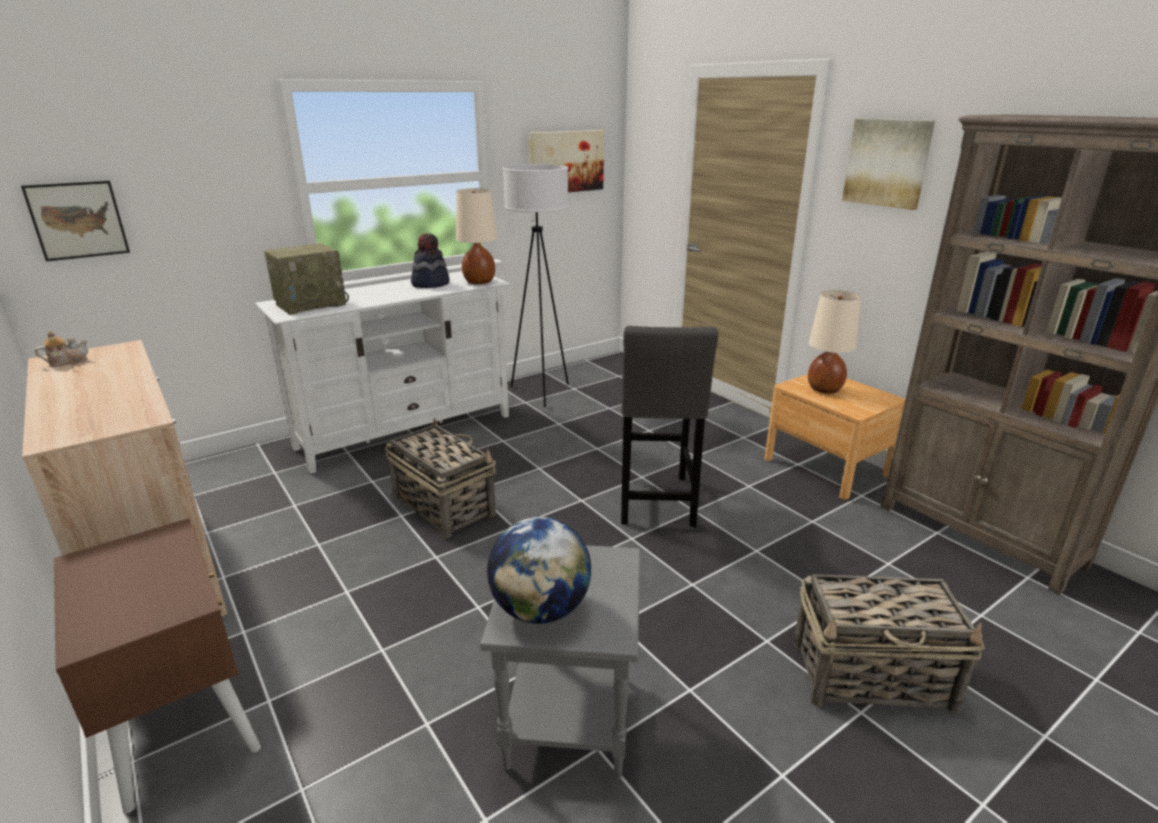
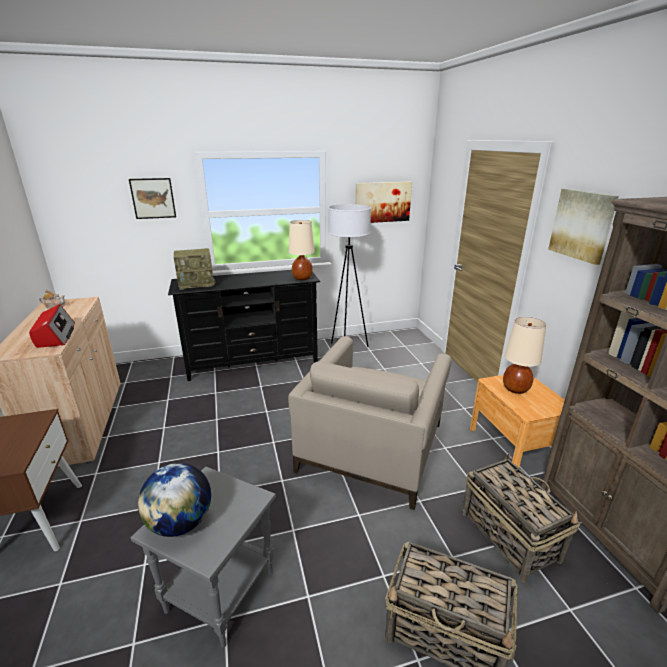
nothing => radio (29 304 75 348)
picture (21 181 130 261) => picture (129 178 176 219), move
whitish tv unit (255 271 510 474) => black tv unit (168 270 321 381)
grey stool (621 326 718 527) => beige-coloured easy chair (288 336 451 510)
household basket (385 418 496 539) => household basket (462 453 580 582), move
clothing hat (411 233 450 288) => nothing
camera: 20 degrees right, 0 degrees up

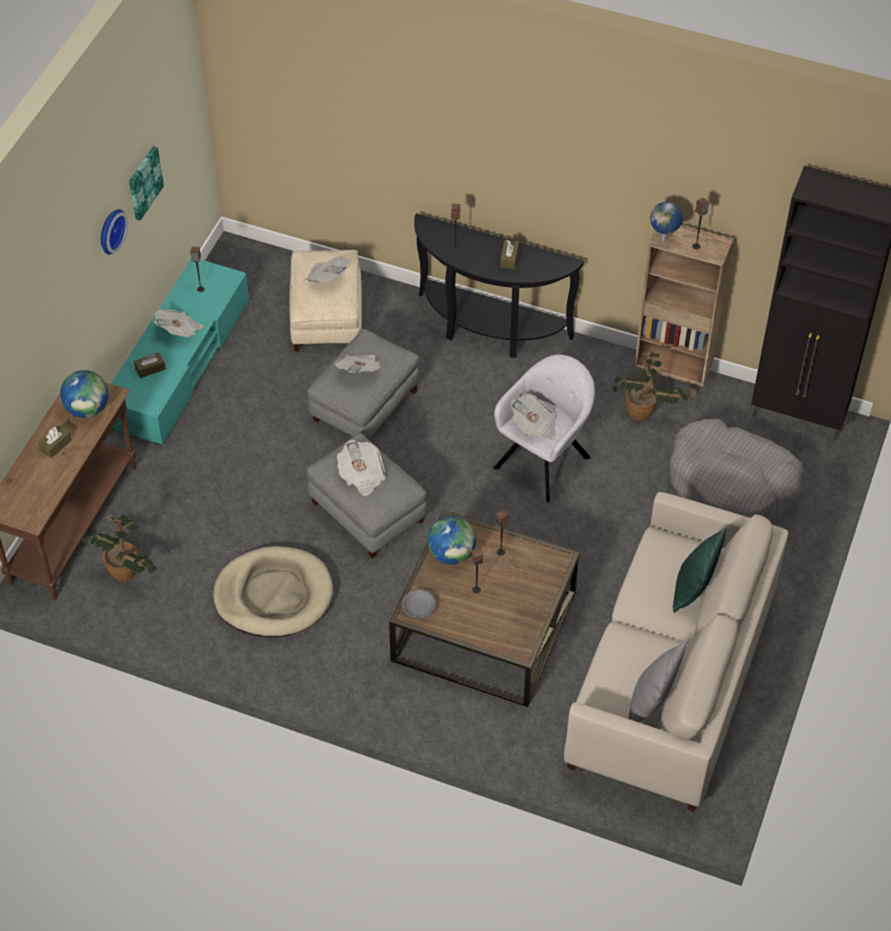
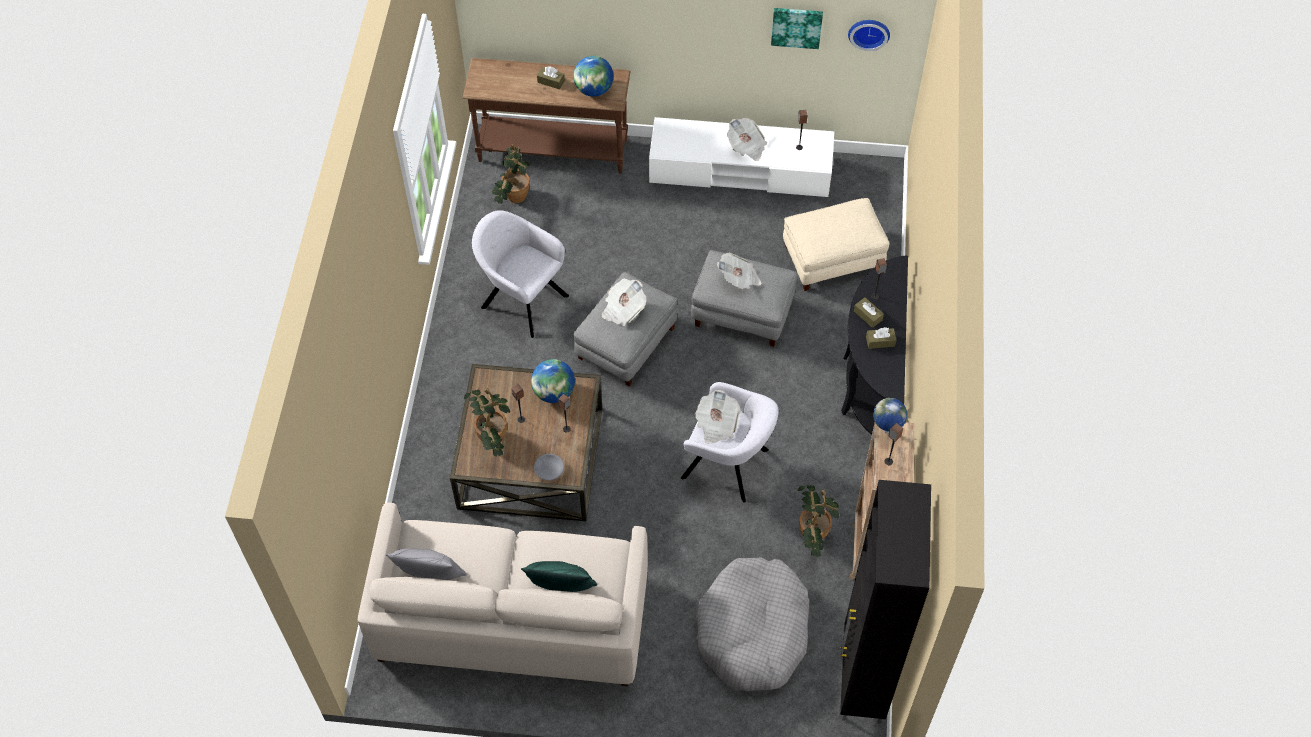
nothing => houseplant (464 388 510 456)
beige-coloured dog cushion (213 546 333 637) => grey easy chair (472 210 569 338)
grey serving bowl (402 590 436 618) => grey serving bowl (534 454 564 481), move
turquoise-coloured tv unit (111 259 249 445) => whitish tv unit (649 117 834 197)
wall clock (101 209 128 255) => wall clock (848 20 890 51), move
brown box of tissues (134 352 166 378) => brown box of tissues (854 297 884 328), move
printed paper (305 257 350 283) => nothing
camera: 75 degrees right, 5 degrees up

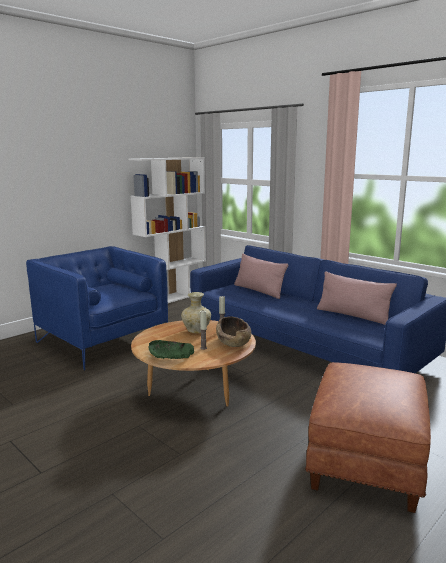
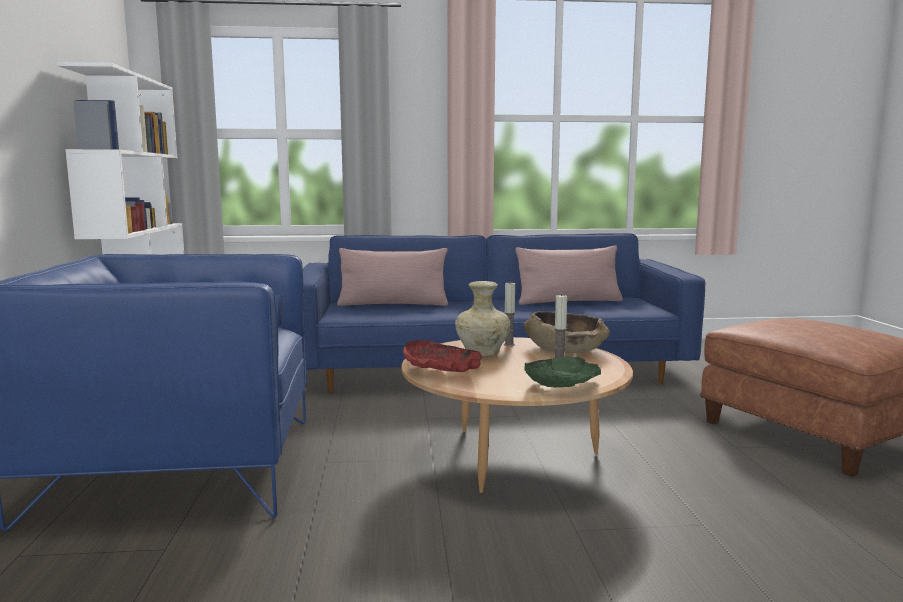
nothing => red-coloured serving bowl (403 340 482 372)
camera: 50 degrees left, 5 degrees down

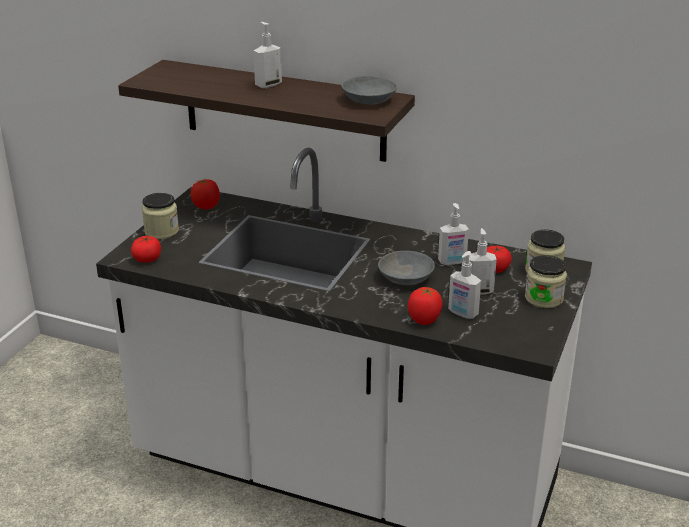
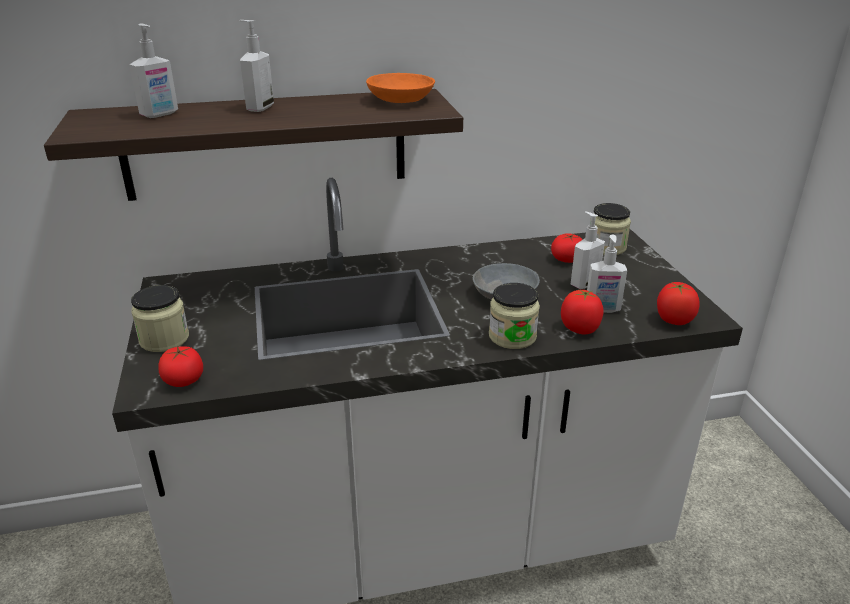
liquid soap bottle (438 203 469 265) => liquid soap bottle (129 24 178 118), move
grey serving bowl (341 76 397 104) => orange-coloured serving bowl (366 73 435 103)
jar (525 255 567 308) => jar (489 283 540 349), move
tomato (191 179 220 209) => tomato (657 282 700 325), move
camera: 35 degrees left, 0 degrees up

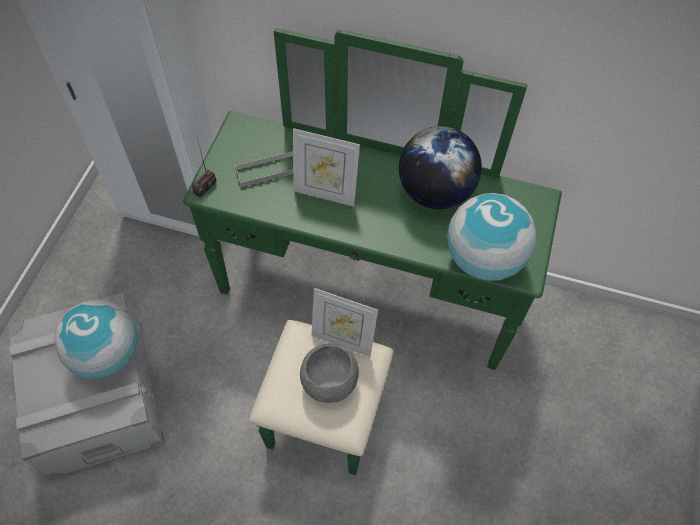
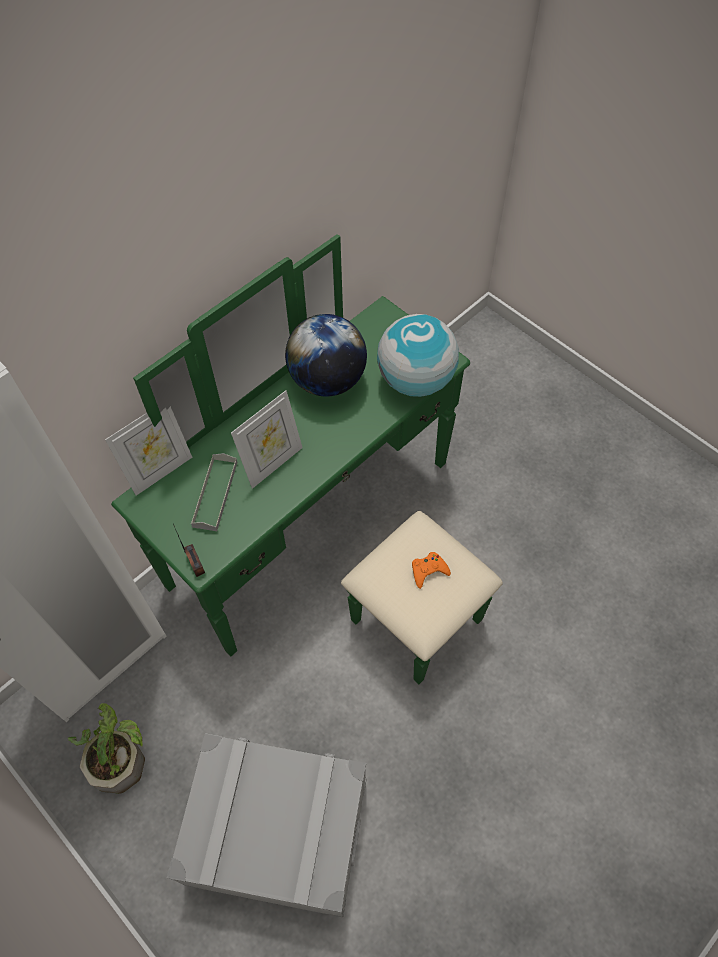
nothing => houseplant (68 703 145 794)
picture frame (311 288 378 357) => picture frame (105 406 193 496), move
grey serving bowl (300 344 359 403) => orange-coloured game controller (412 552 451 589)
globe (55 300 138 379) => nothing
camera: 60 degrees left, 0 degrees up

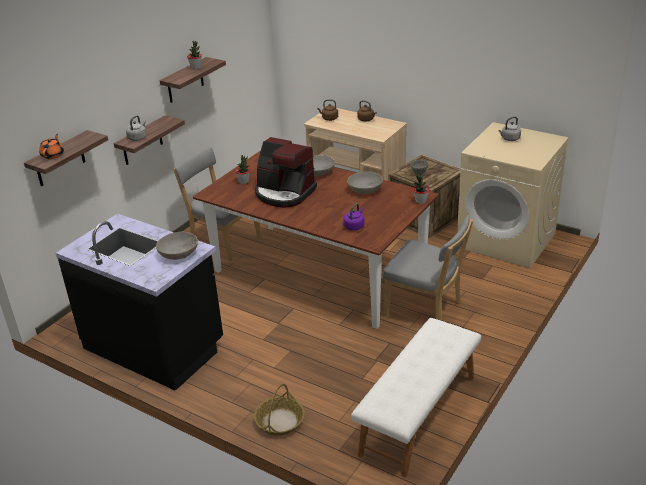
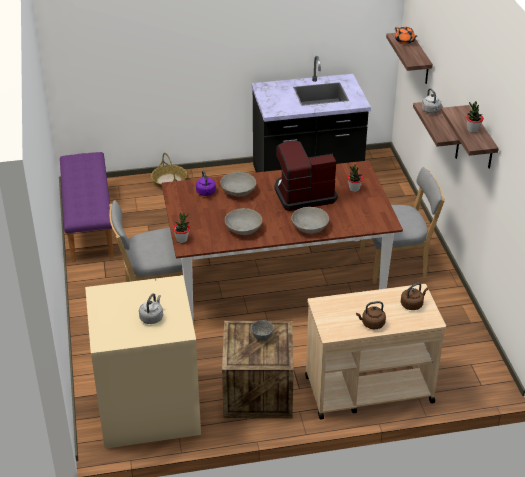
whitish long seat (351 318 481 477) => purple long seat (60 152 114 262)
grey serving bowl (156 232 198 260) => grey serving bowl (220 172 256 197), move
camera: 135 degrees right, 5 degrees up

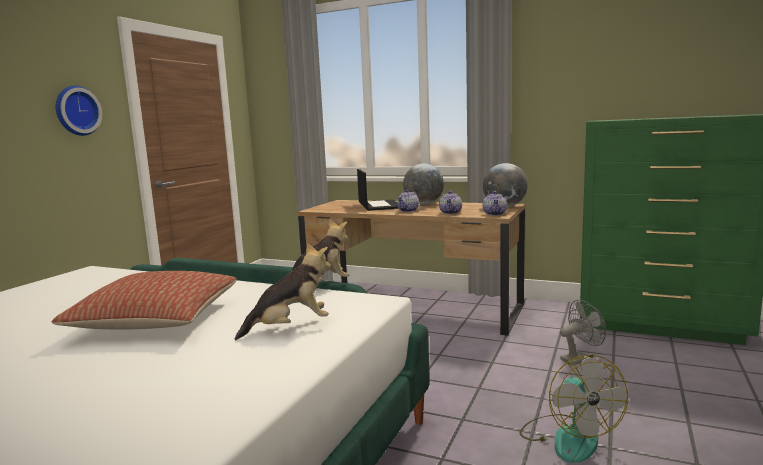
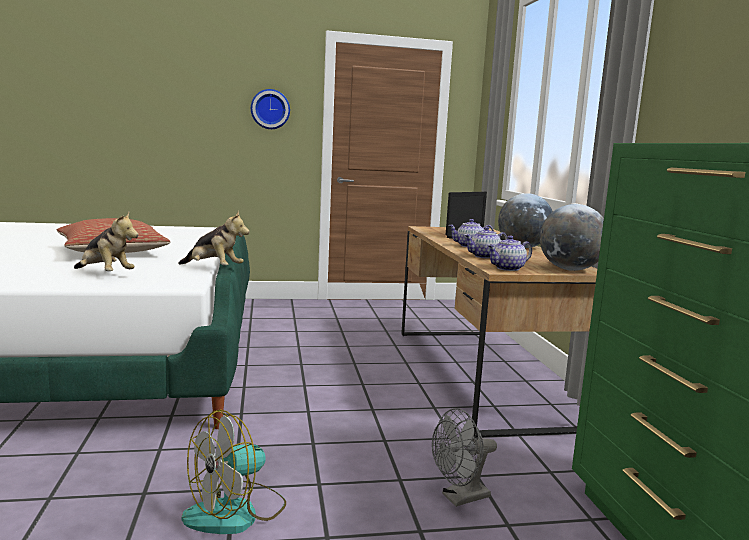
grey cooling fan (560 300 606 366) => grey cooling fan (432 408 497 507), 120 degrees clockwise
camera: 55 degrees right, 0 degrees up

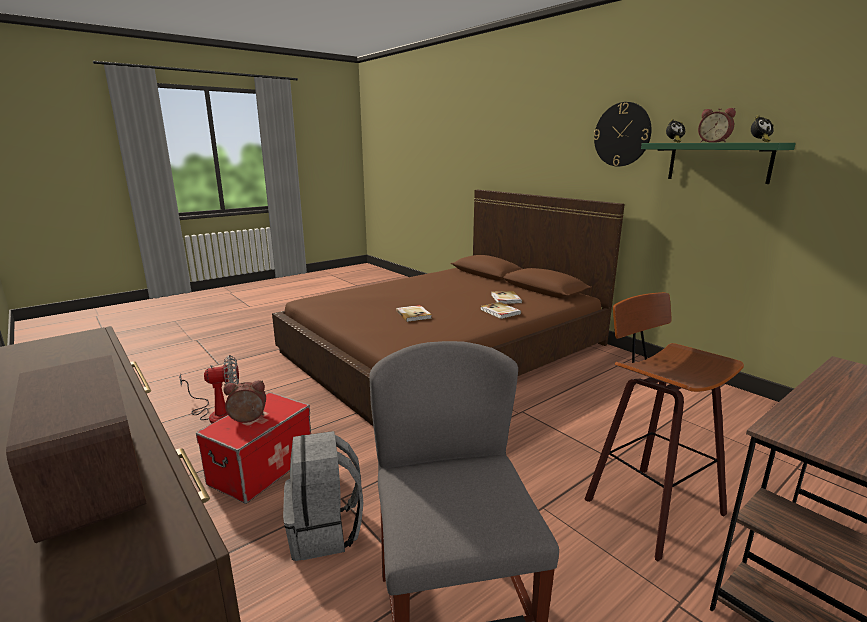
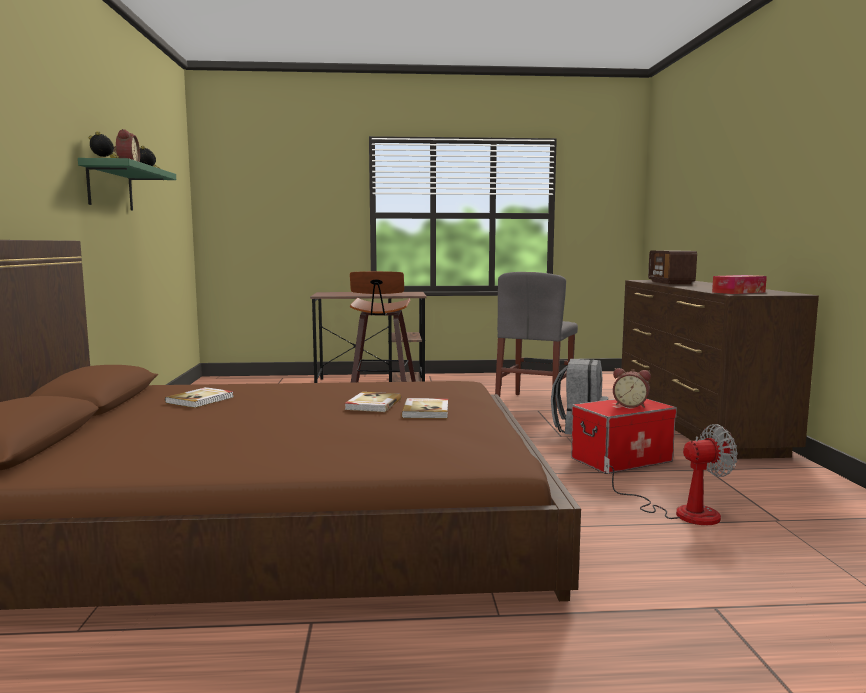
bound book (480 302 521 319) => bound book (401 398 448 419), move
cooling fan (179 355 239 423) => cooling fan (604 424 738 525), 150 degrees clockwise
nothing => box of tissues (712 275 767 294)
wall clock (594 102 651 166) => nothing
camera: 145 degrees left, 10 degrees down

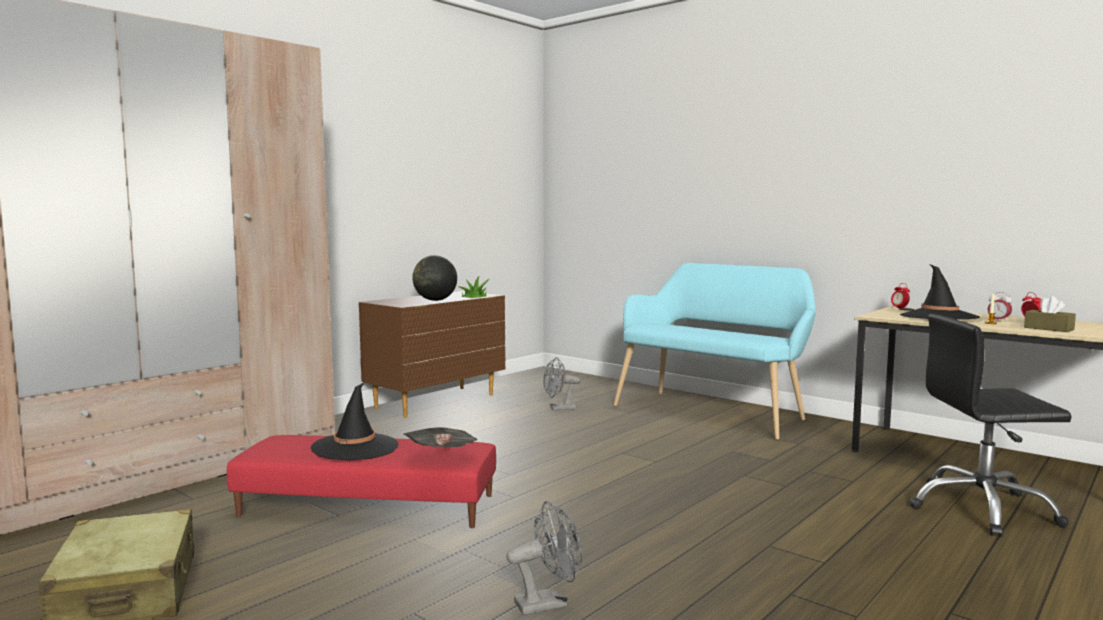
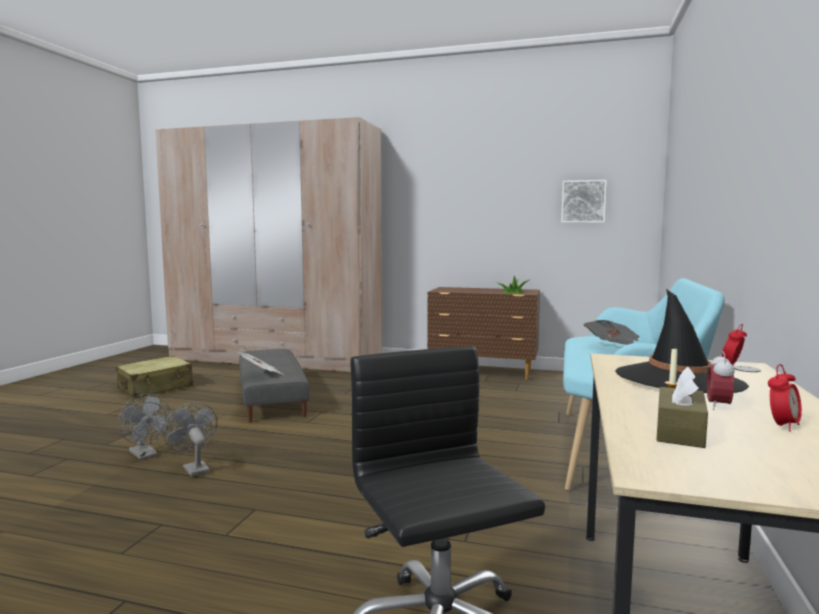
grey cooling fan (543 357 581 410) => grey cooling fan (163 402 217 477), move
red-coloured pouffe (227 435 496 528) => grey pouffe (239 349 309 422)
nothing => picture (561 180 607 223)
nothing => printed paper (583 320 639 345)
black clothing hat (311 382 399 460) => nothing
globe (412 255 457 301) => nothing
camera: 65 degrees right, 0 degrees up

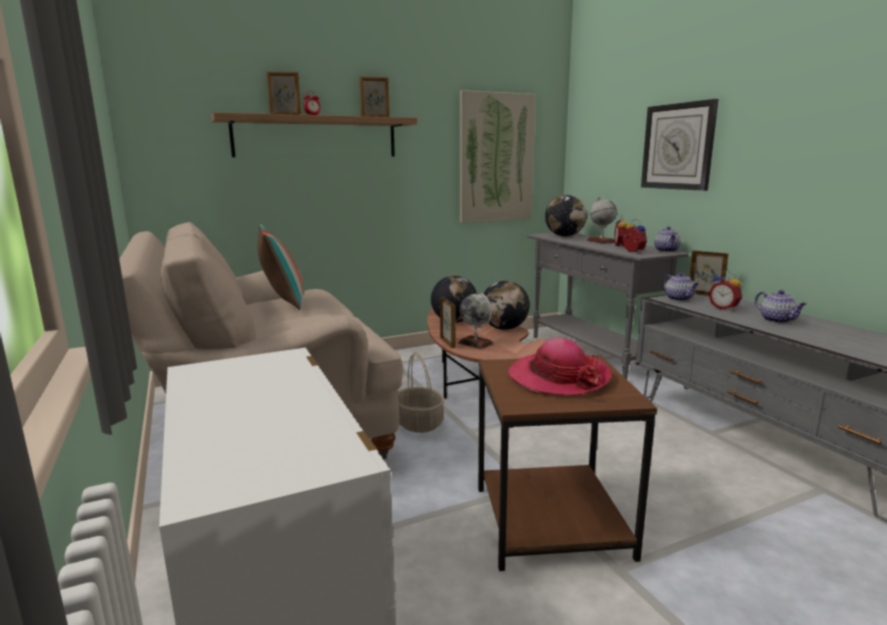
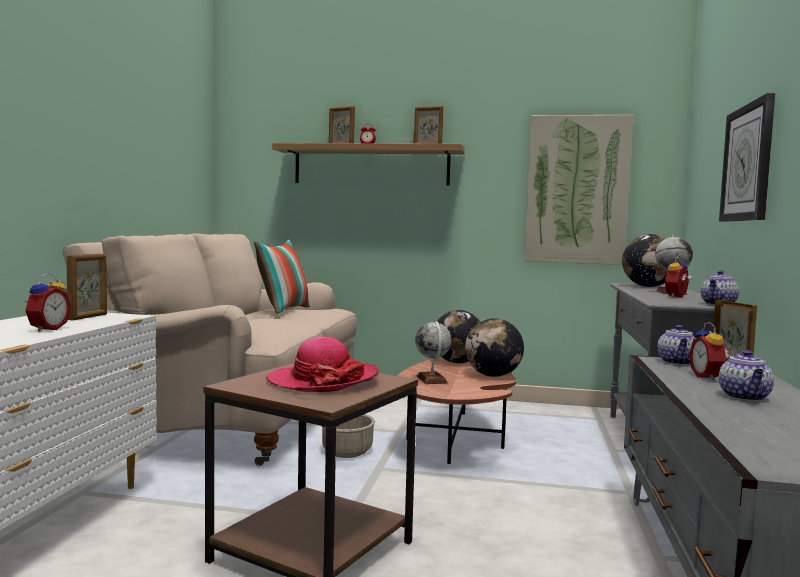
alarm clock (622 219 647 253) => alarm clock (25 273 71 332), move
picture frame (440 297 456 348) => picture frame (66 254 107 320), move
camera: 35 degrees right, 10 degrees down

